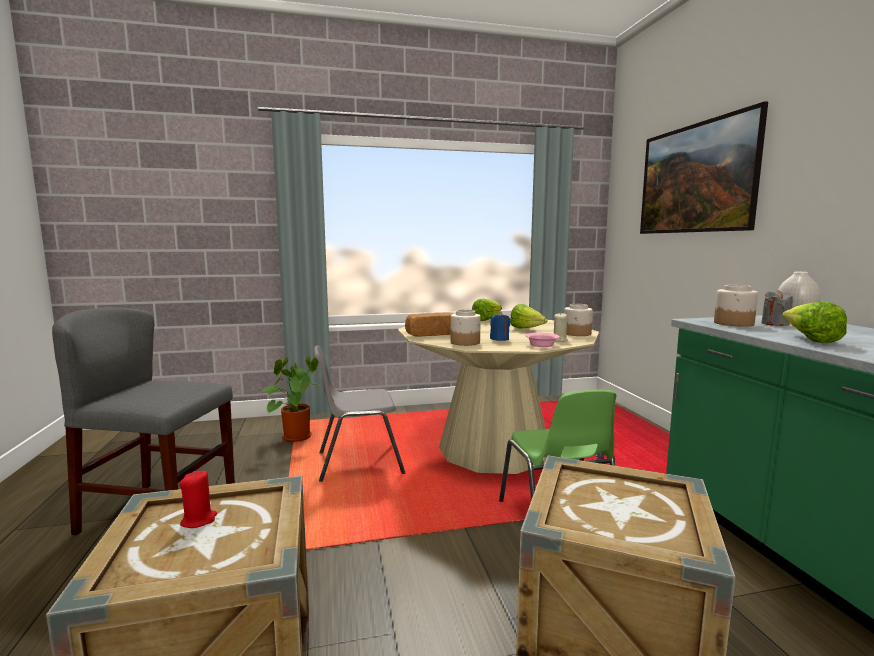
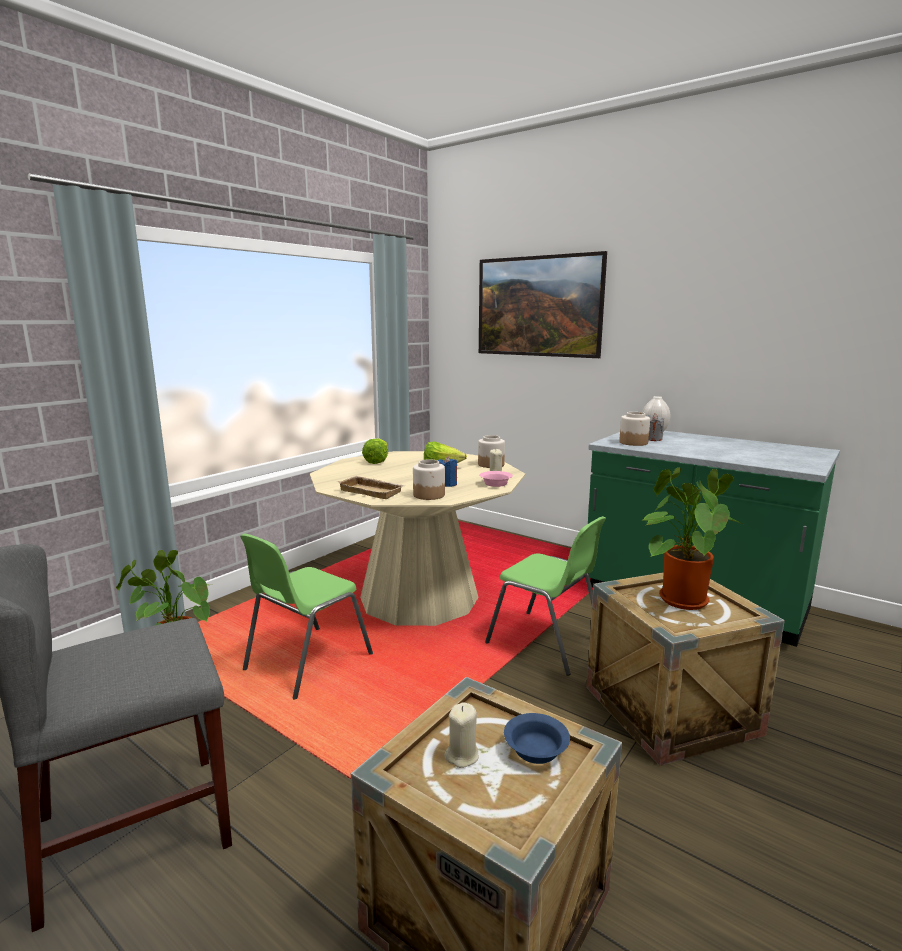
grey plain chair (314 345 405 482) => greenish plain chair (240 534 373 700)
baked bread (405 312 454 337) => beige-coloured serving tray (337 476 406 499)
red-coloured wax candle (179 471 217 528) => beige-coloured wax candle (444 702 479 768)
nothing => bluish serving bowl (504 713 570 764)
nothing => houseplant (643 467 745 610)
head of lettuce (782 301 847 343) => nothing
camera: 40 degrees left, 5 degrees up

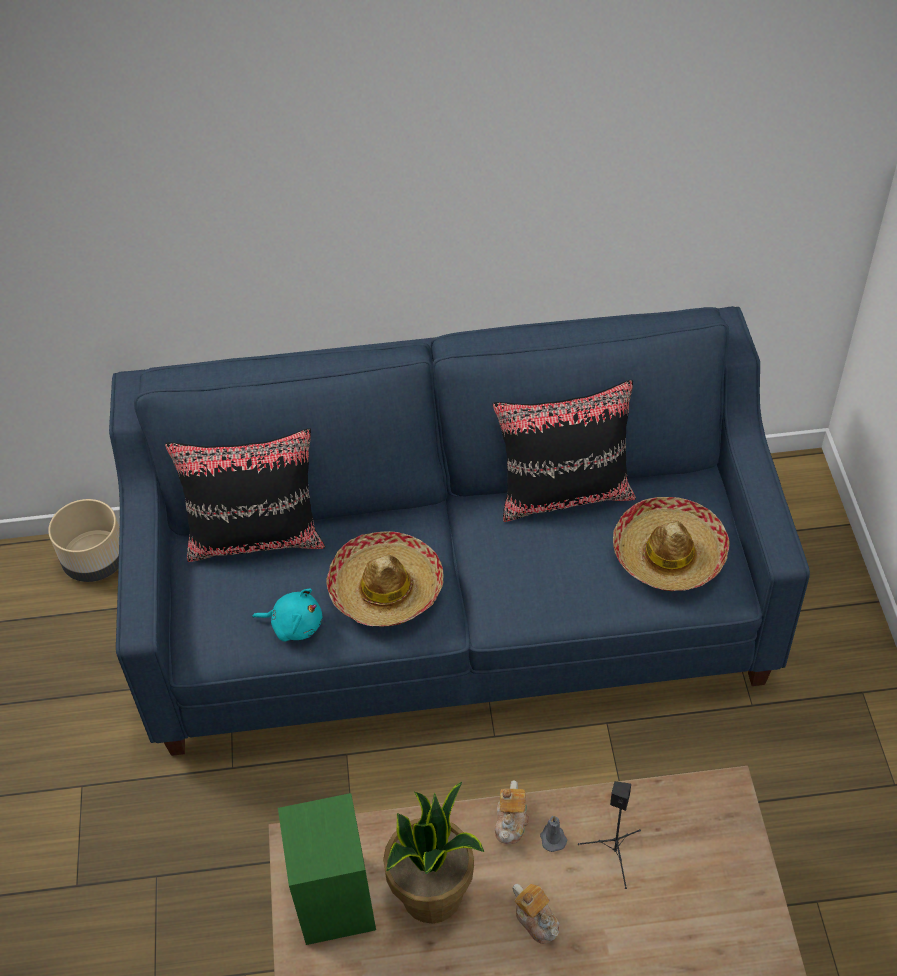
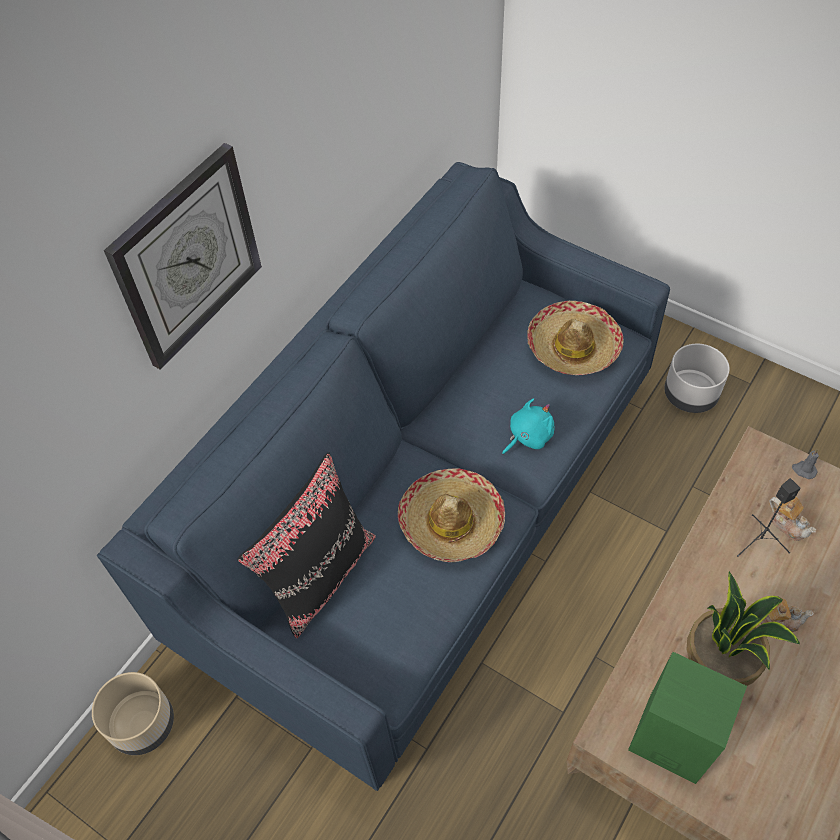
nothing => wall clock (104 143 262 370)
turquoise-coloured soft toy (252 588 322 642) => turquoise-coloured soft toy (502 398 554 455), move
nothing => grey planter (664 344 730 413)
tea pot (495 780 529 844) => tea pot (770 497 816 541), move
grey wax candle (540 816 567 852) => grey wax candle (792 450 819 479), move
black cushion (493 380 636 522) => nothing
camera: 50 degrees left, 5 degrees up

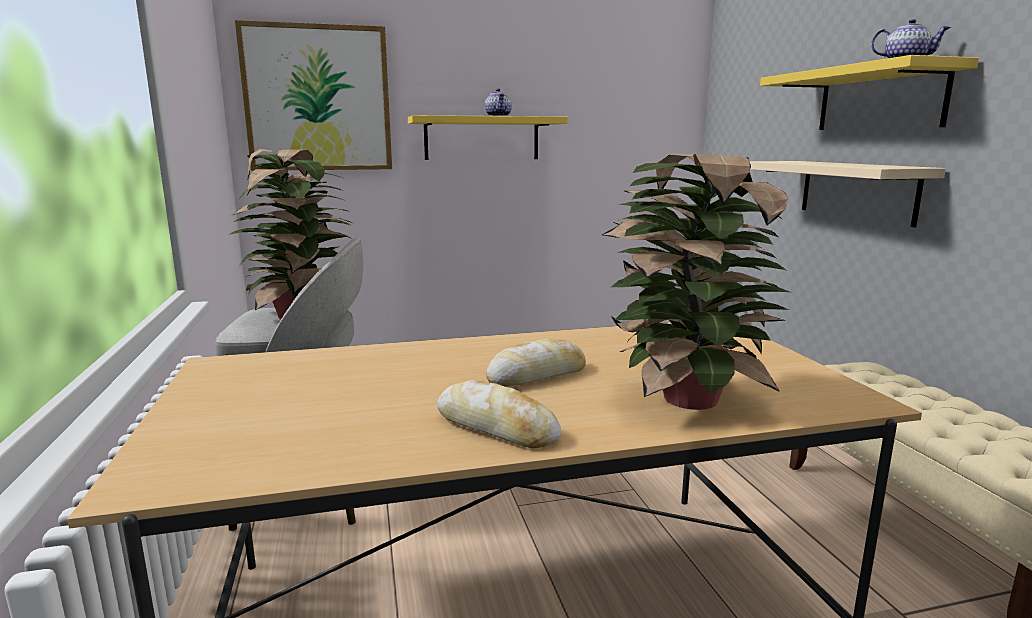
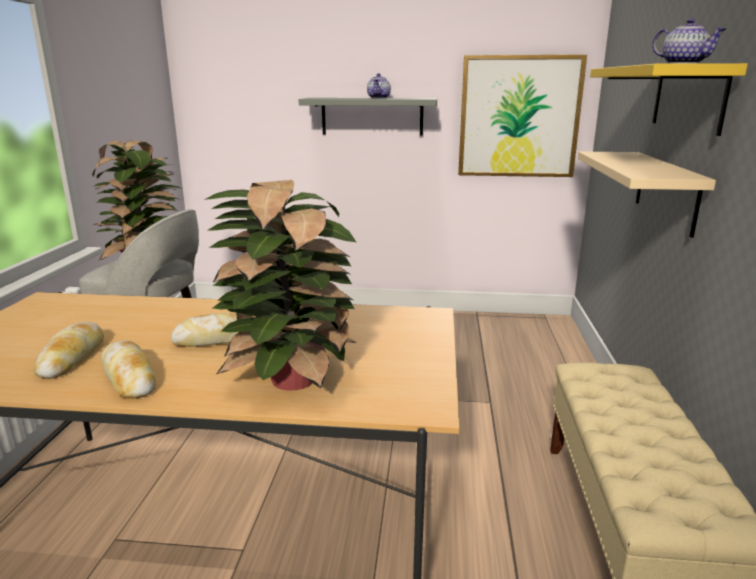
nothing => baked bread (34 322 104 379)
yellow wall shelf (408 115 568 160) => grey wall shelf (299 98 437 136)
picture (235 20 392 171) => picture (458 55 587 177), move
camera: 20 degrees right, 5 degrees up

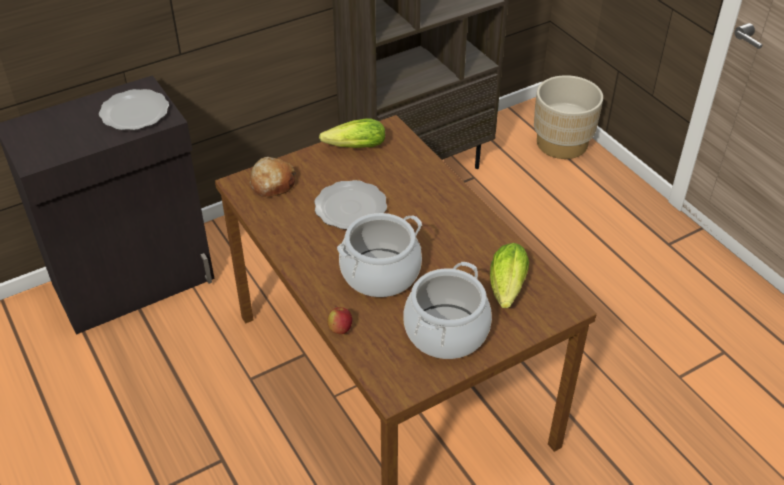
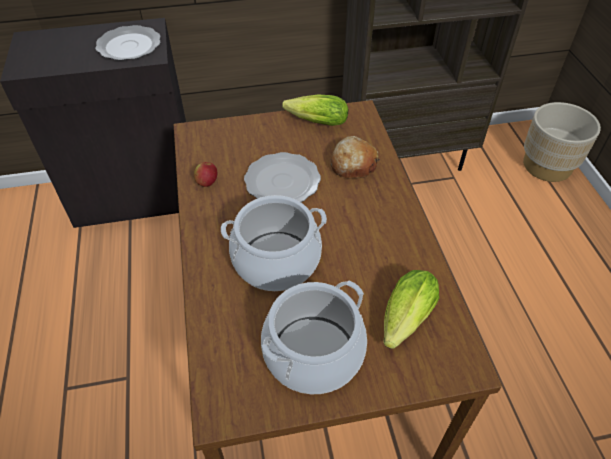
apple fruit (327 307 352 334) => apple fruit (194 162 217 187), move
baked bread (250 157 296 197) => baked bread (330 136 380 178), move
camera: 20 degrees right, 5 degrees up

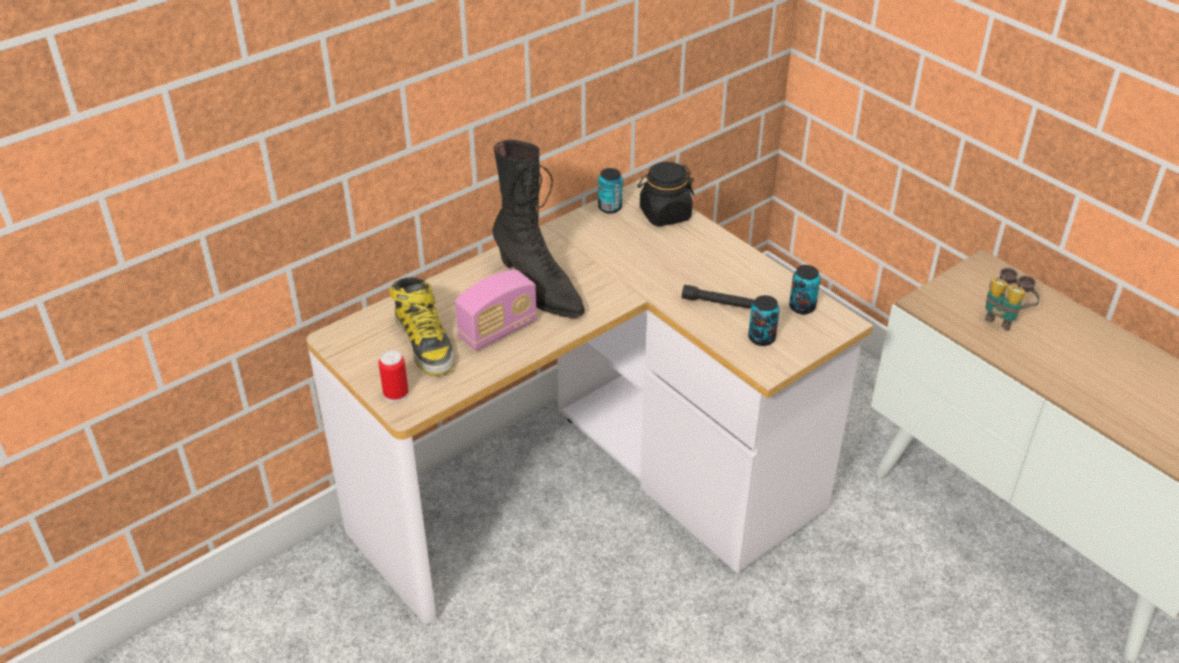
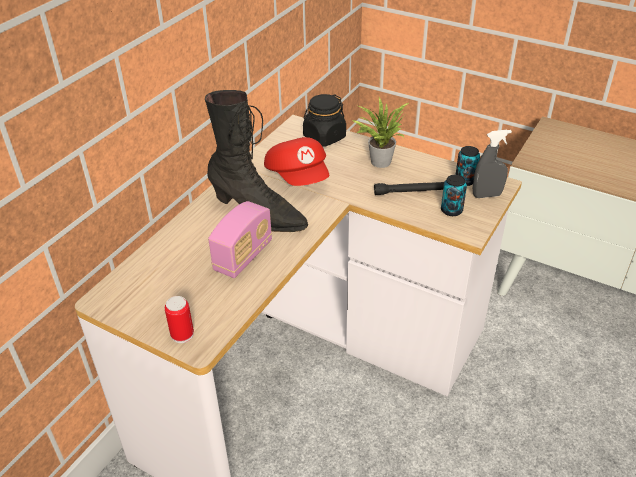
nothing => red-coloured cap (264 137 329 186)
nothing => houseplant (352 97 409 168)
nothing => grey sprayer (473 130 512 198)
boot (389 277 455 376) => nothing
sealed can (598 168 623 214) => nothing
pair of binoculars (985 268 1040 331) => nothing
camera: 20 degrees left, 0 degrees up

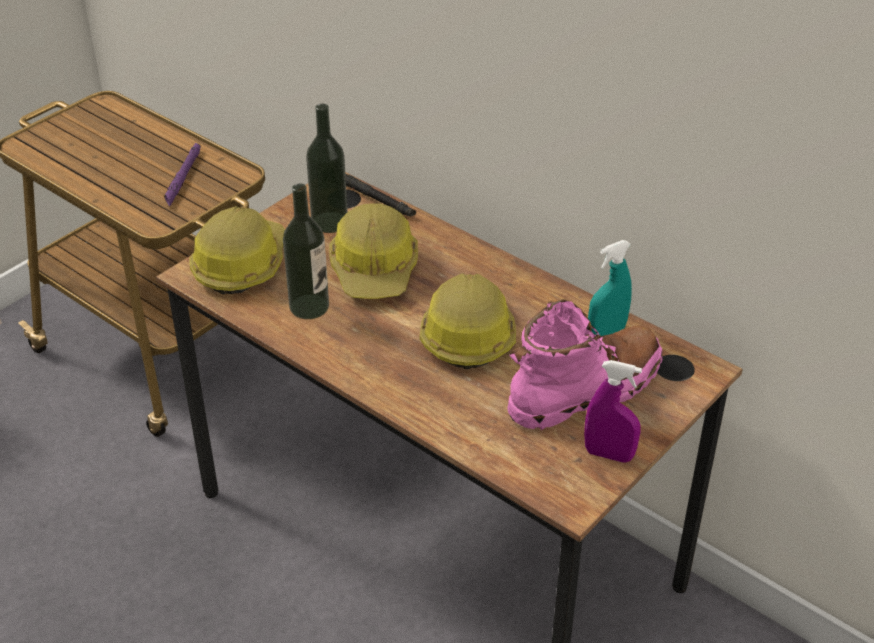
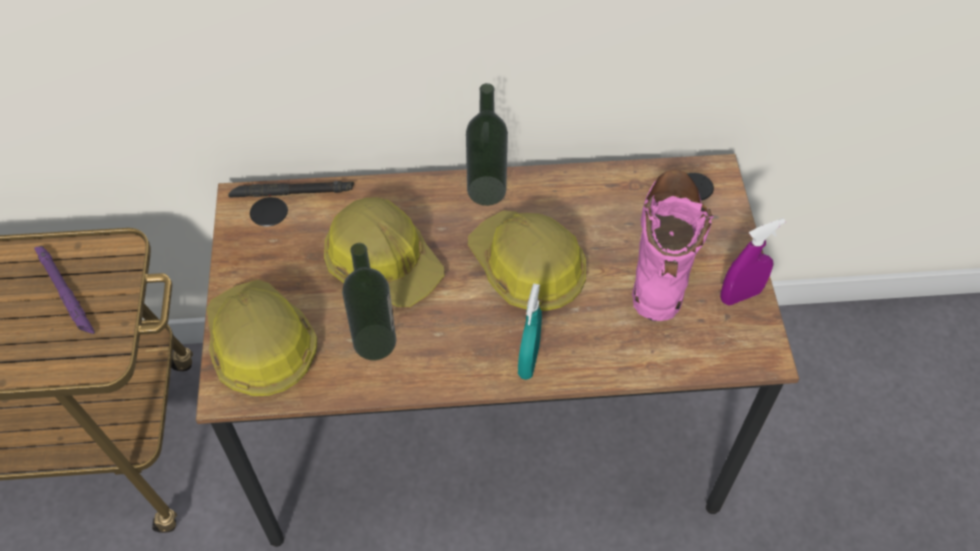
beverage bottle (306 104 348 233) => beverage bottle (466 83 508 206), move
turquoise-coloured sprayer (588 240 632 336) => turquoise-coloured sprayer (518 283 542 380), move
camera: 45 degrees left, 15 degrees up

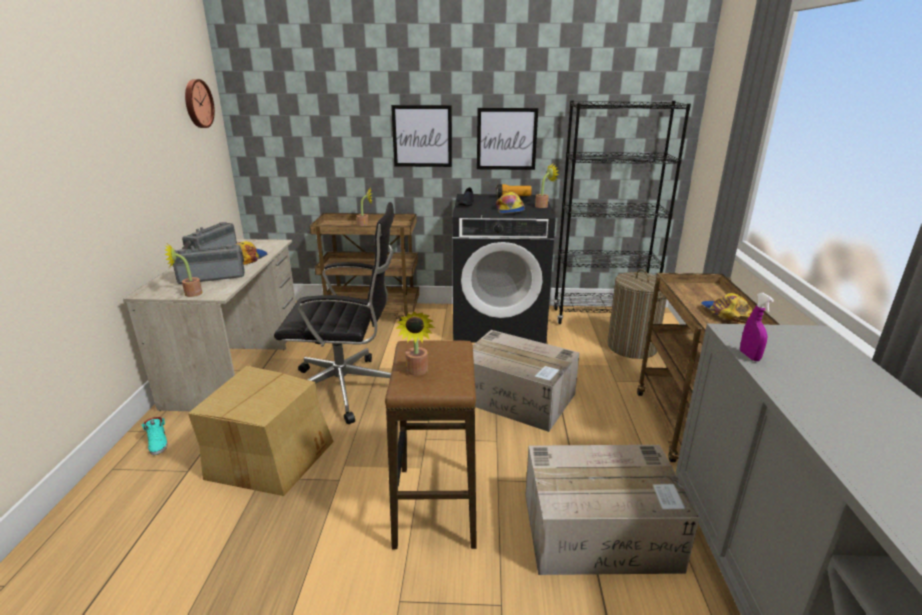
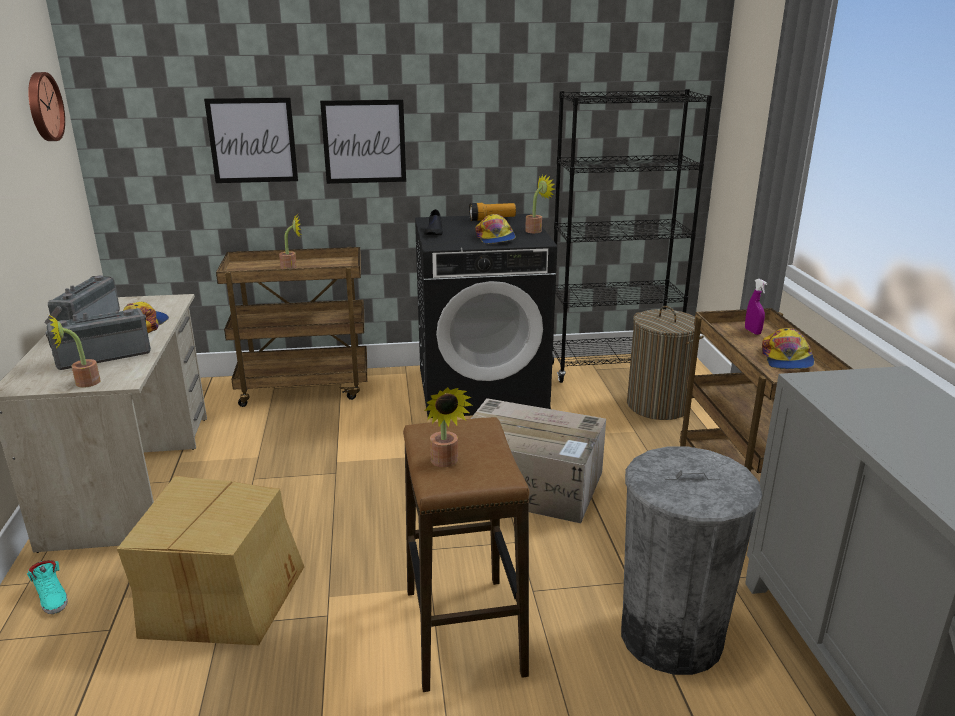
picture (477 108 538 170) => picture (204 97 298 183), move
cardboard box (525 445 699 575) => grey trash can (621 447 762 675)
purple sprayer (740 293 774 361) => purple sprayer (745 279 768 335), move
cap (701 293 753 323) => cap (762 328 814 369), 150 degrees counterclockwise
black desk chair (274 202 394 424) => nothing
camera: 10 degrees left, 0 degrees up

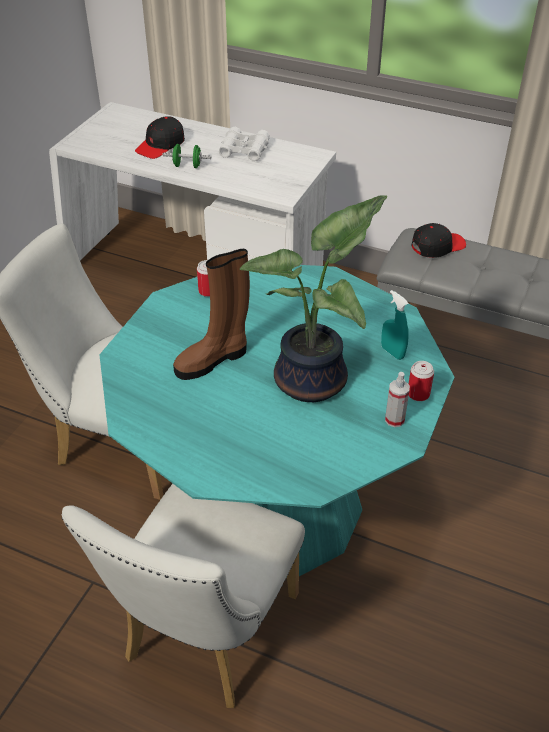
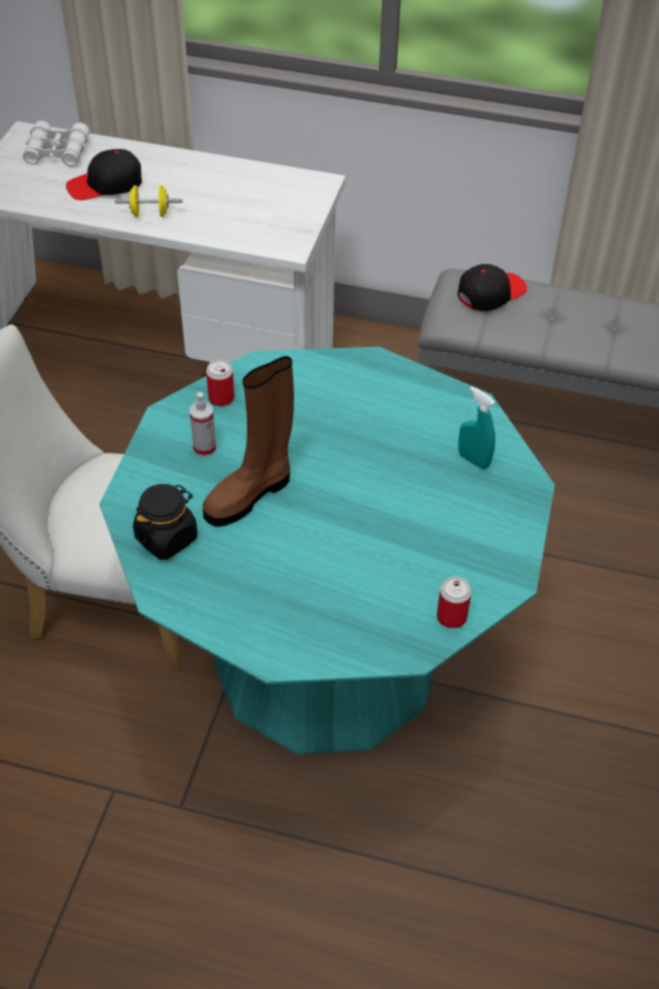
whitish pair of binoculars (219 127 270 161) => whitish pair of binoculars (23 120 90 167), move
black cap (135 116 185 159) => black cap (66 149 142 200), 45 degrees clockwise
greenish hand weight (162 144 211 168) => yellow hand weight (115 185 183 217)
nothing => black jar (133 484 197 560)
sprayer (385 372 410 427) => sprayer (190 392 216 457), move
sealed can (409 361 434 401) => sealed can (437 576 472 628), move
whitish plain chair (61 484 305 708) => nothing
houseplant (240 195 388 402) => nothing
camera: 10 degrees left, 5 degrees up

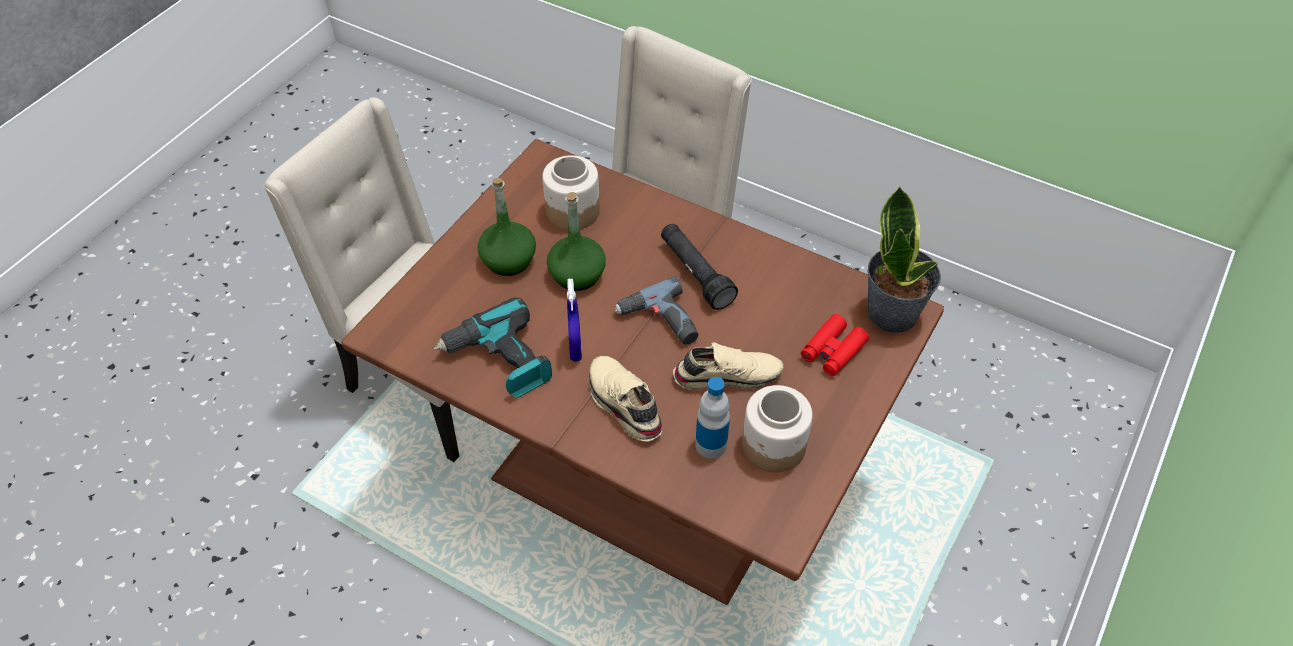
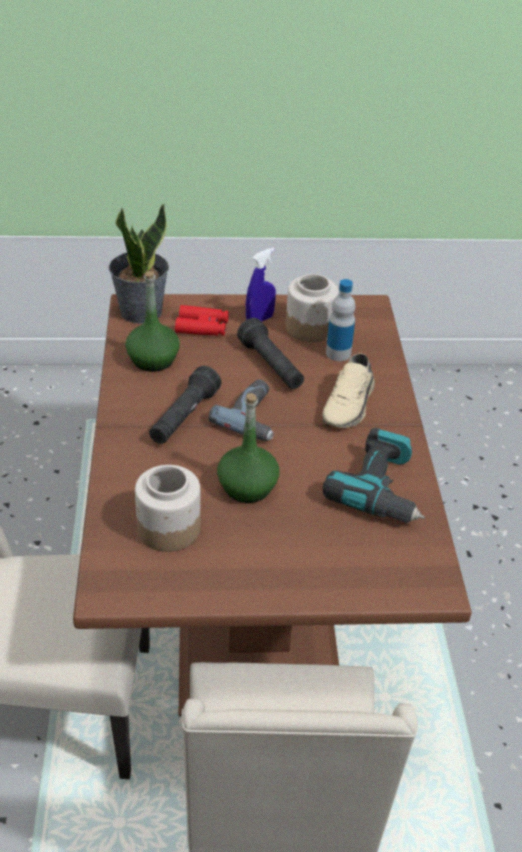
greenish beverage bottle (477 178 536 276) => greenish beverage bottle (125 271 180 372), move
beige-coloured shoe (673 342 783 390) => black hand torch (237 318 304 389)
bluish sprayer (567 279 582 362) => bluish sprayer (246 248 276 322), move
camera: 125 degrees left, 10 degrees down

